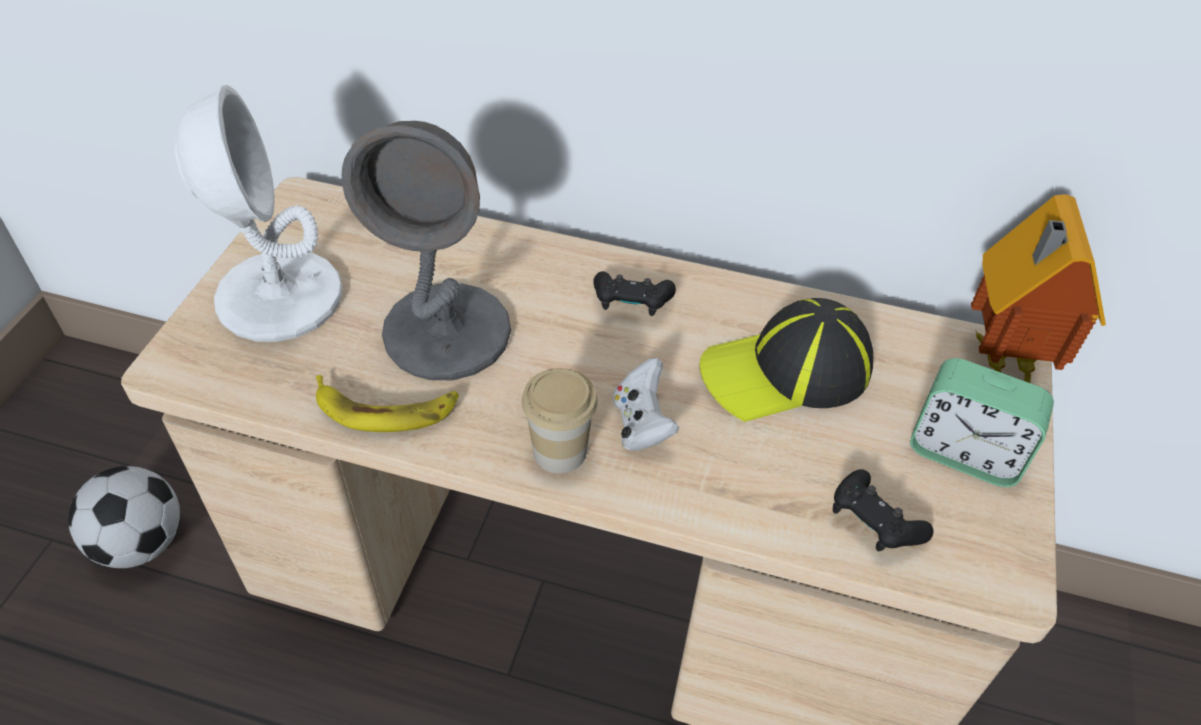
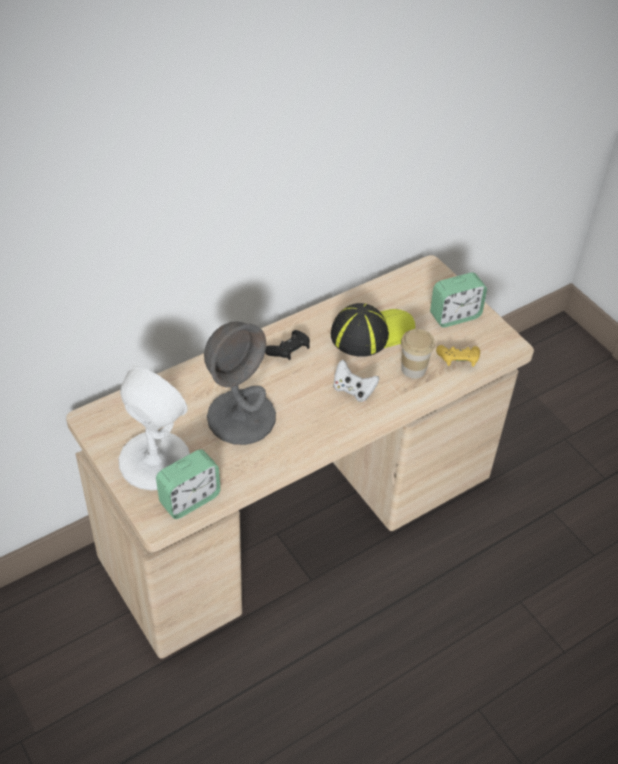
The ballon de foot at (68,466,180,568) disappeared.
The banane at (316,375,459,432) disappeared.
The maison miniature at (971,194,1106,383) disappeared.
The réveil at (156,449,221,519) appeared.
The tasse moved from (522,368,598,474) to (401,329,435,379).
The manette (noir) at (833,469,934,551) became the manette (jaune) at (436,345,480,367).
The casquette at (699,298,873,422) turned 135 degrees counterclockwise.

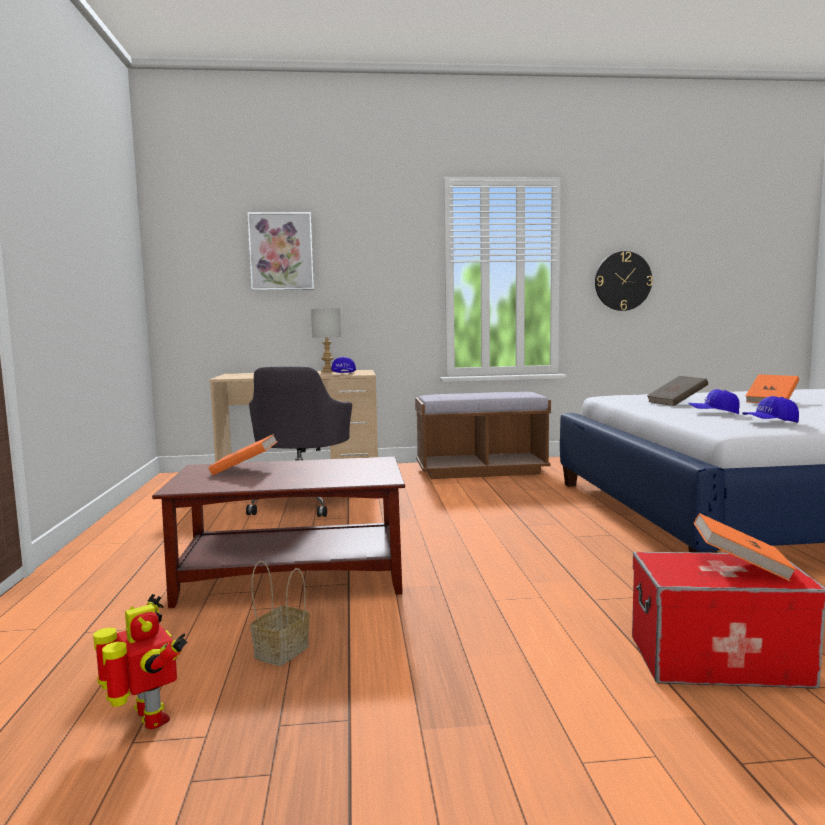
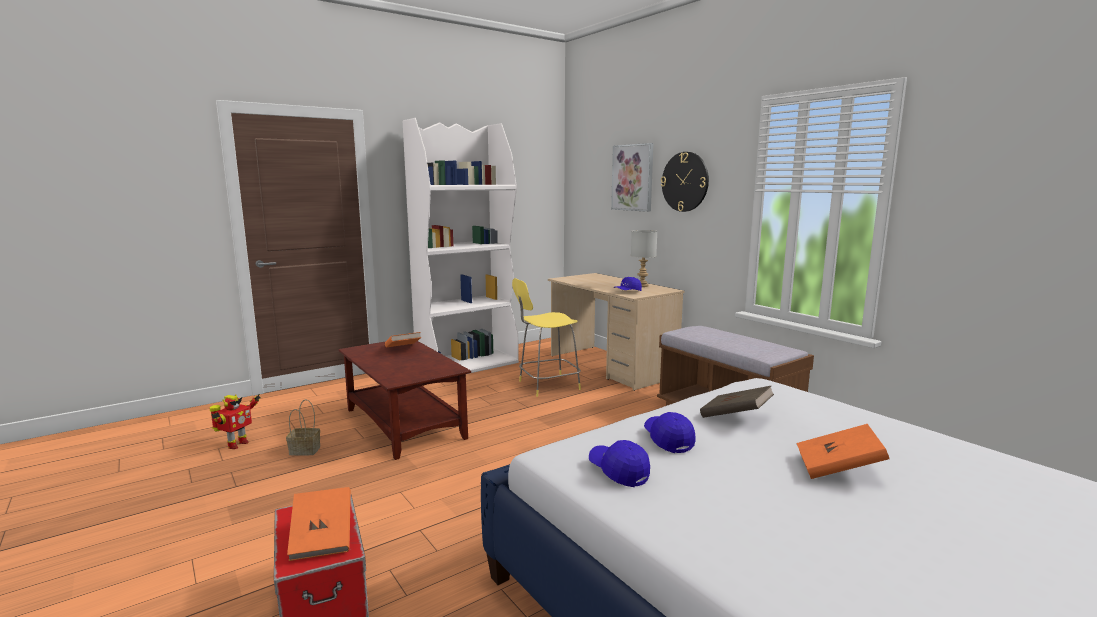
The bibliothèque (blanc) at (403,118,519,373) appeared.
The horloge murale moved from (595,251,653,311) to (661,152,709,212).
The chaise de bureau (gris) at (246,366,352,517) was replaced by the tabouret (jaune) at (512,278,581,397).

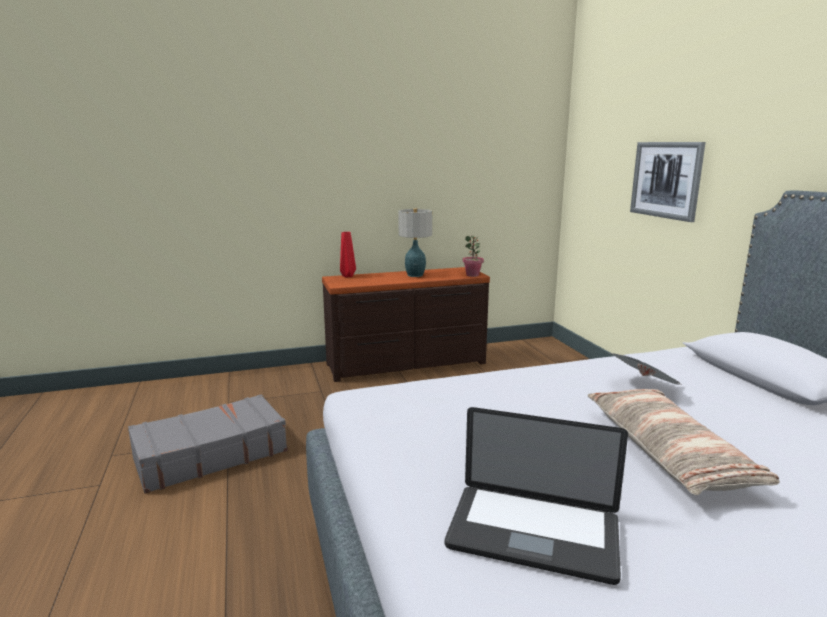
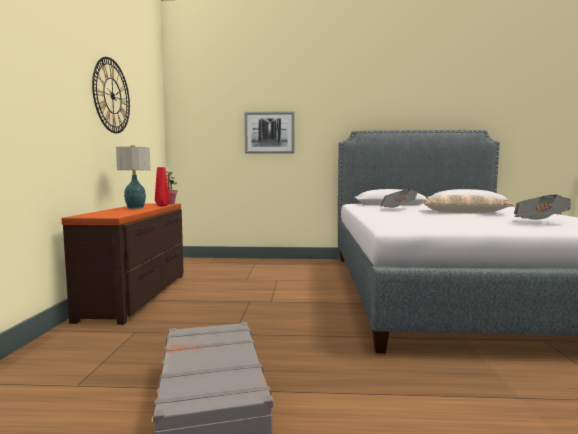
The horloge murale at (92,57,130,133) appeared.
The vase (rouge) moved from (340,232,356,277) to (155,167,170,206).
The ordinateur portable at (445,407,628,585) was replaced by the journal at (514,195,571,220).

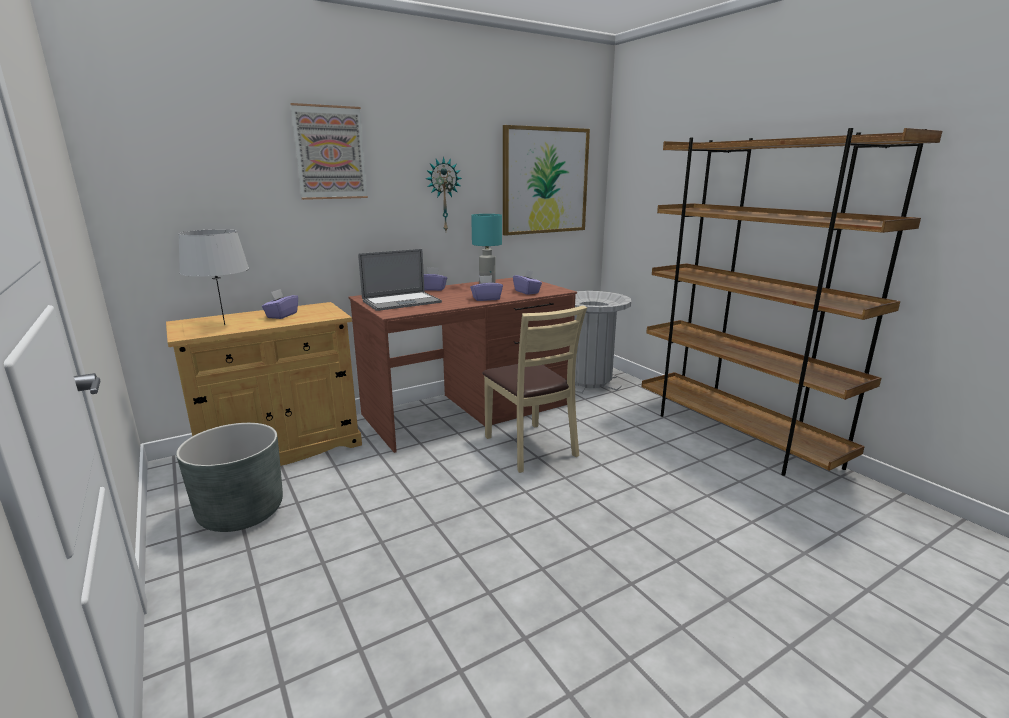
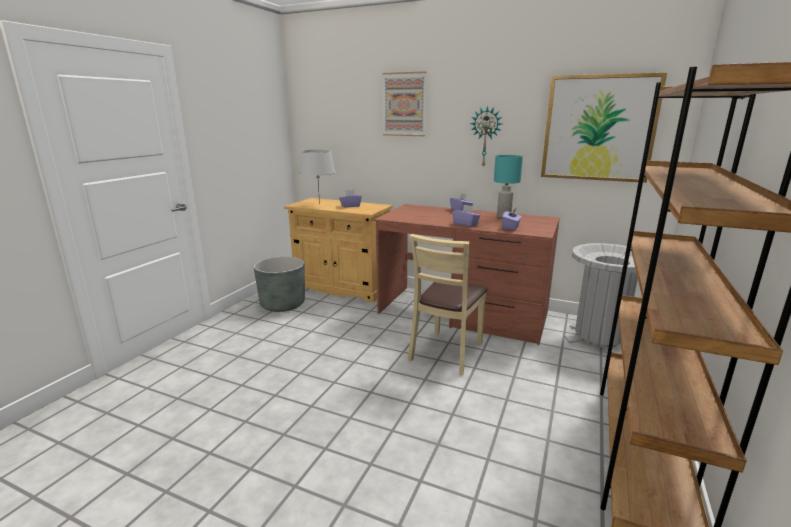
The ordinateur portable at (358,249,442,311) disappeared.

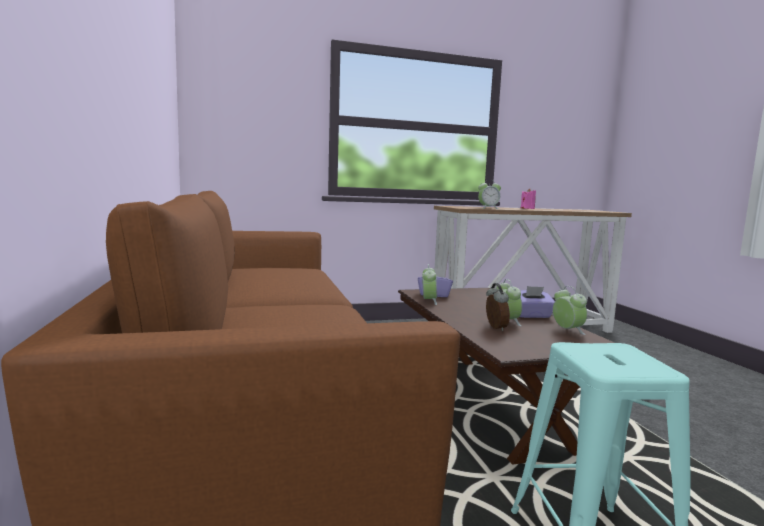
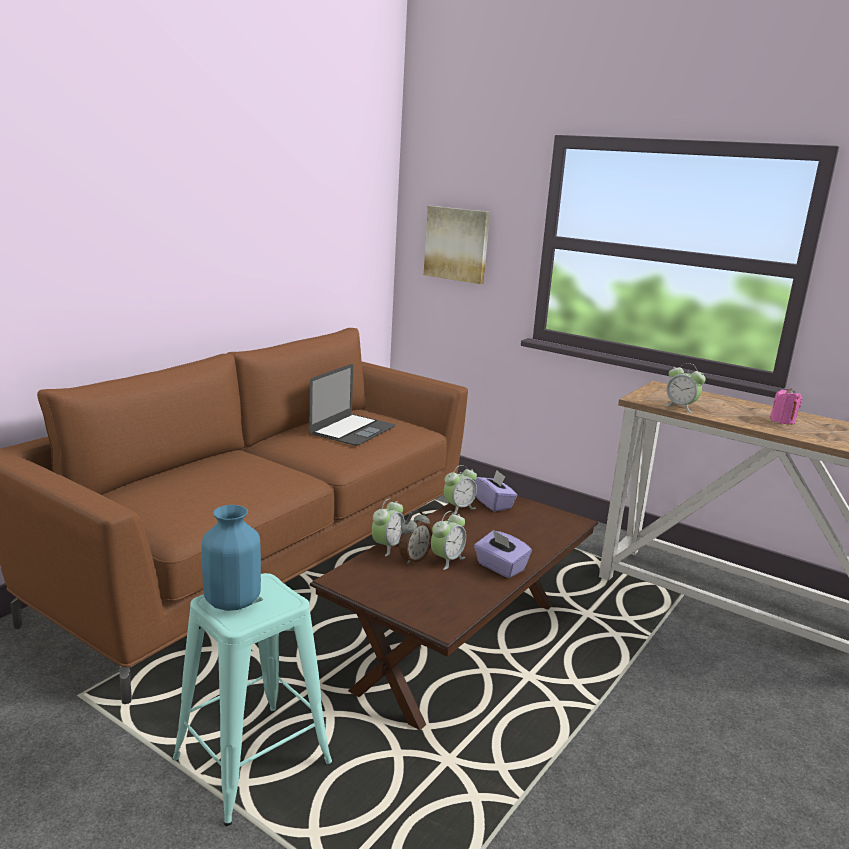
The vase (bleu) at (202,505,261,611) appeared.
The ordinateur portable at (309,364,395,446) appeared.
The tableau at (424,206,490,284) appeared.
The réveil moved from (553,286,587,335) to (372,499,405,556).

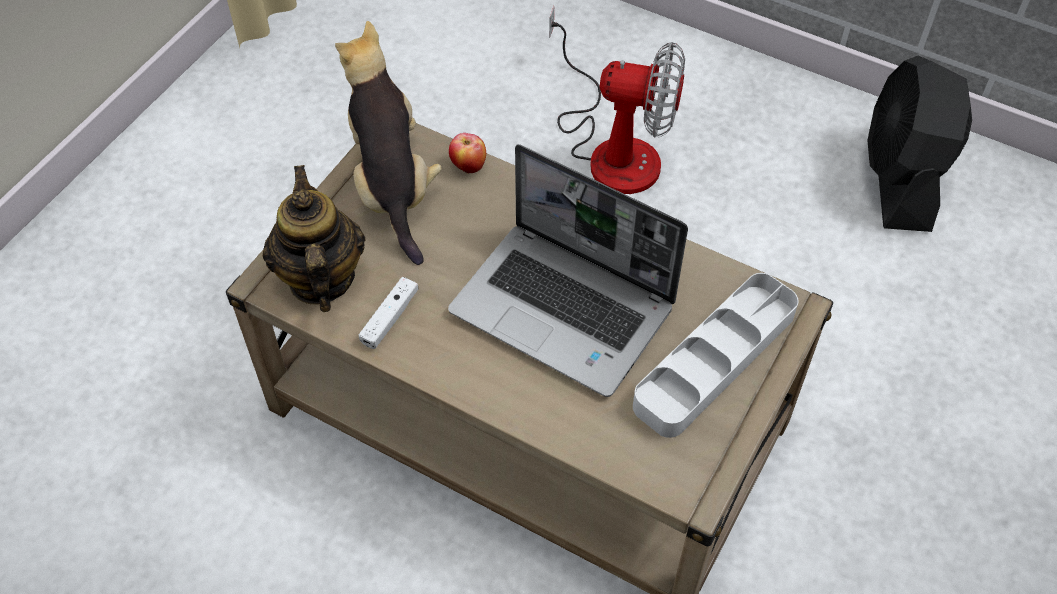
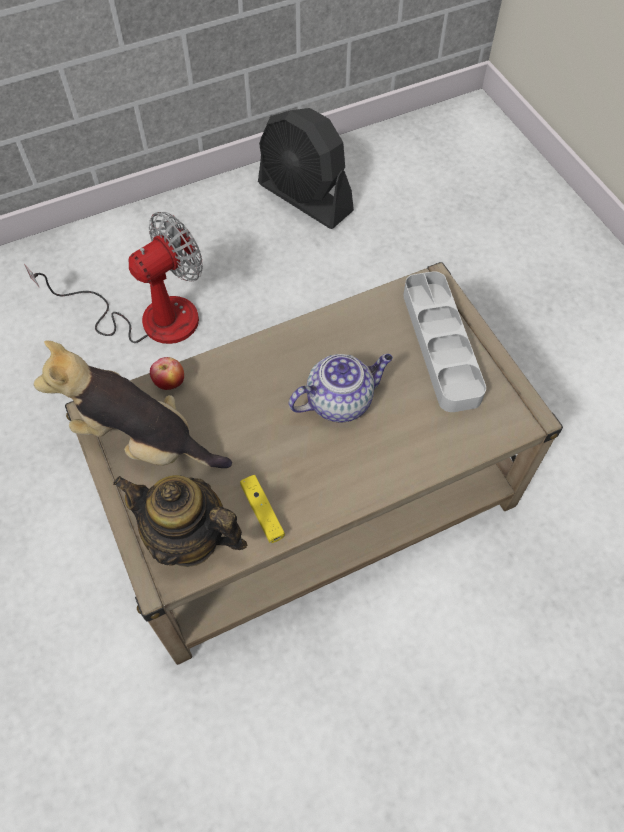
The ordinateur portable at (448,144,688,397) was replaced by the théière at (289,354,393,423).
The manette (blanc) at (359,277,419,349) became the manette (jaune) at (240,475,285,543).

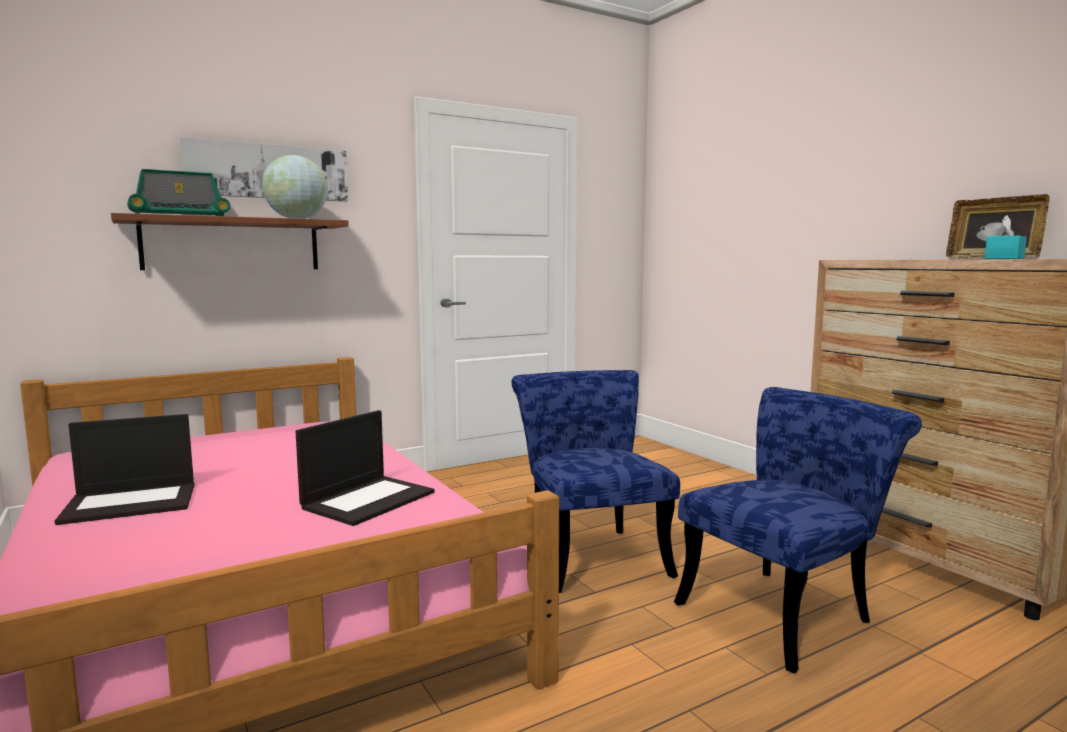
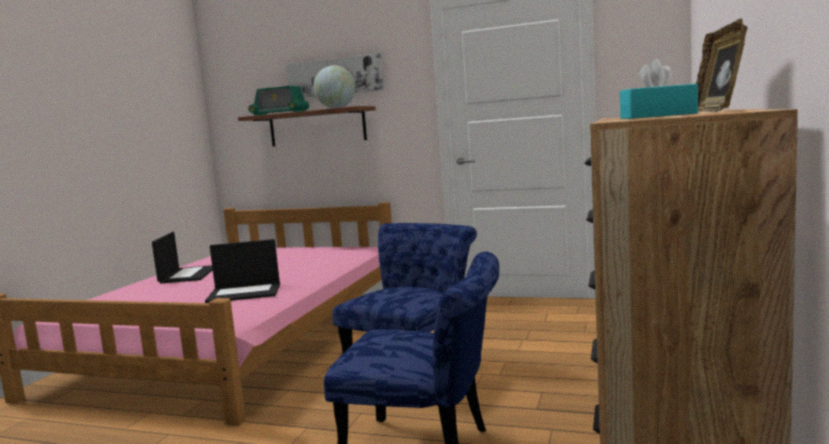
The ordinateur portable at (55,414,195,525) turned 120 degrees counterclockwise.

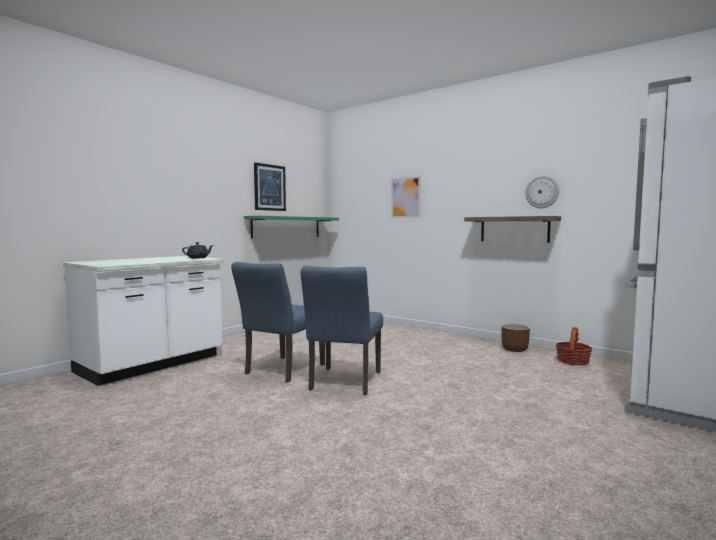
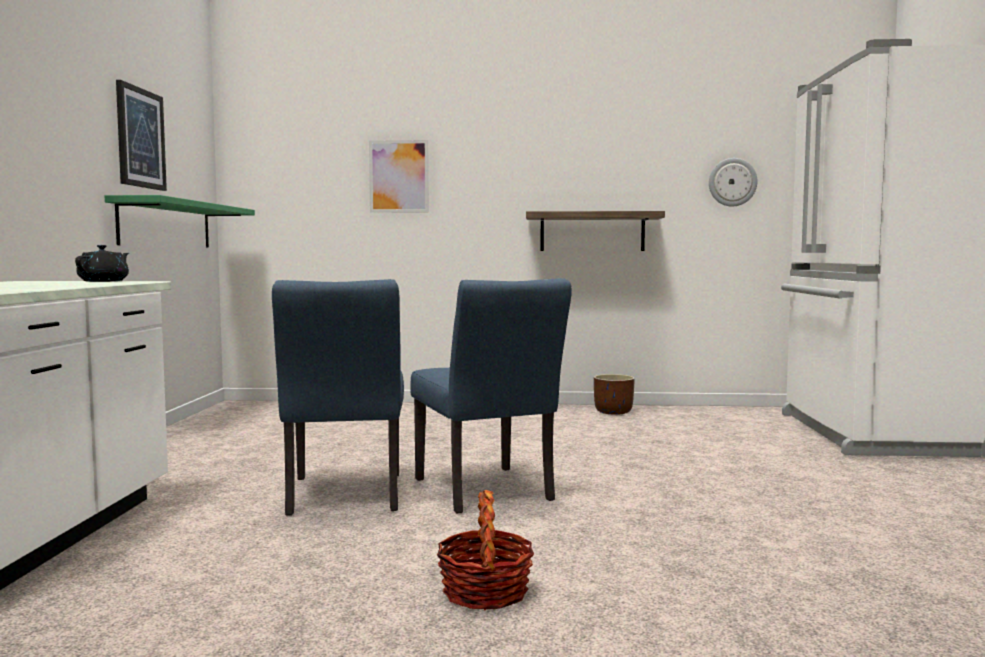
The horloge murale moved from (526,176,559,208) to (709,158,758,207).
The panier moved from (555,327,592,365) to (437,490,534,610).

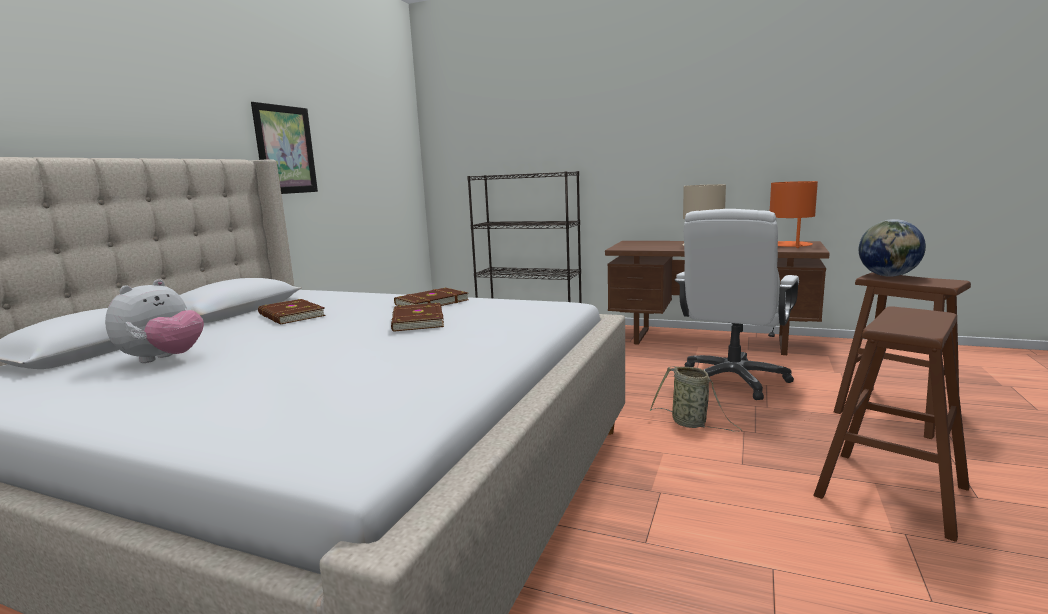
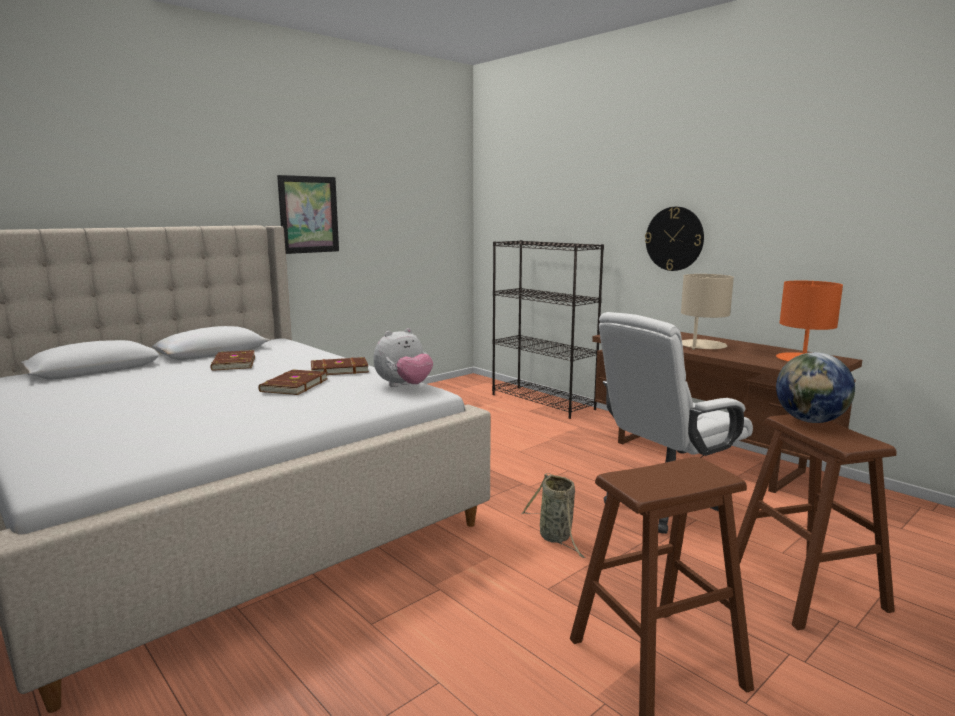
The horloge murale at (645,207,704,271) appeared.
The peluche moved from (105,279,204,363) to (373,328,433,387).

